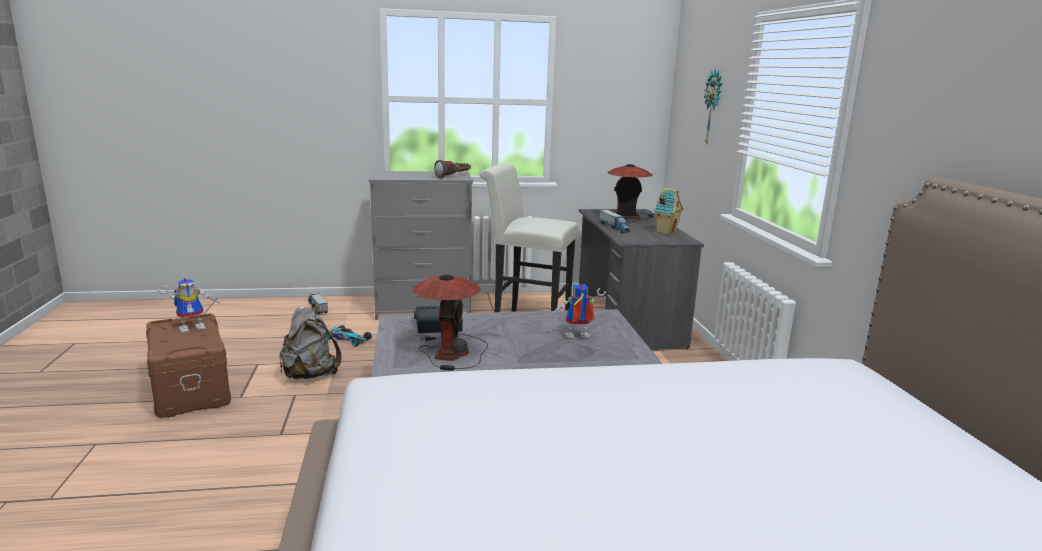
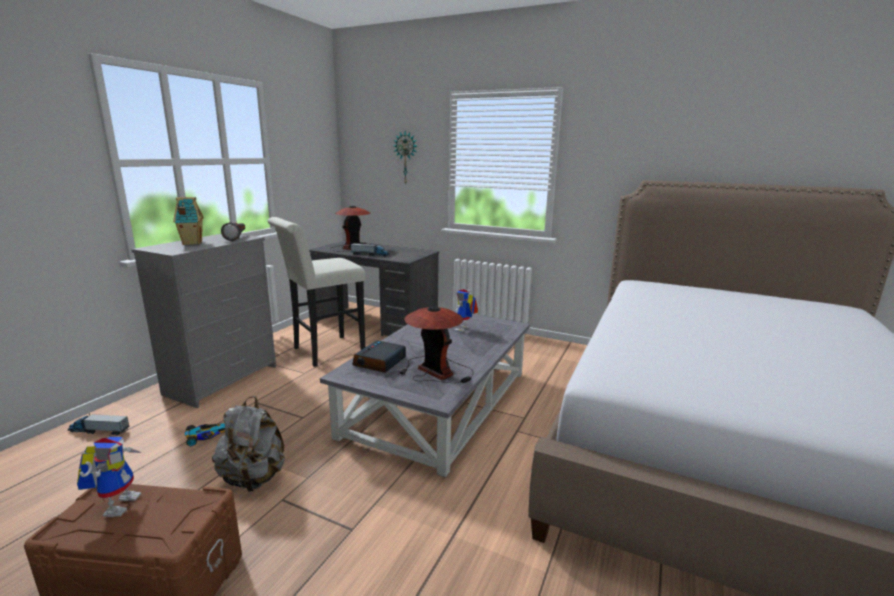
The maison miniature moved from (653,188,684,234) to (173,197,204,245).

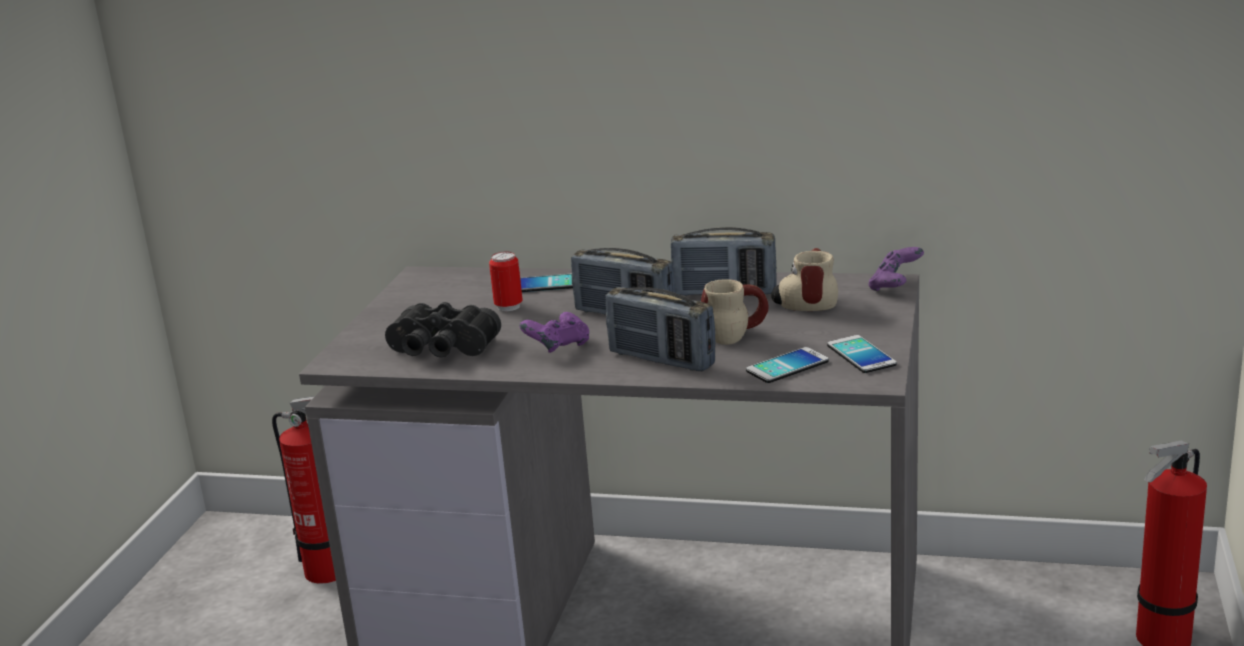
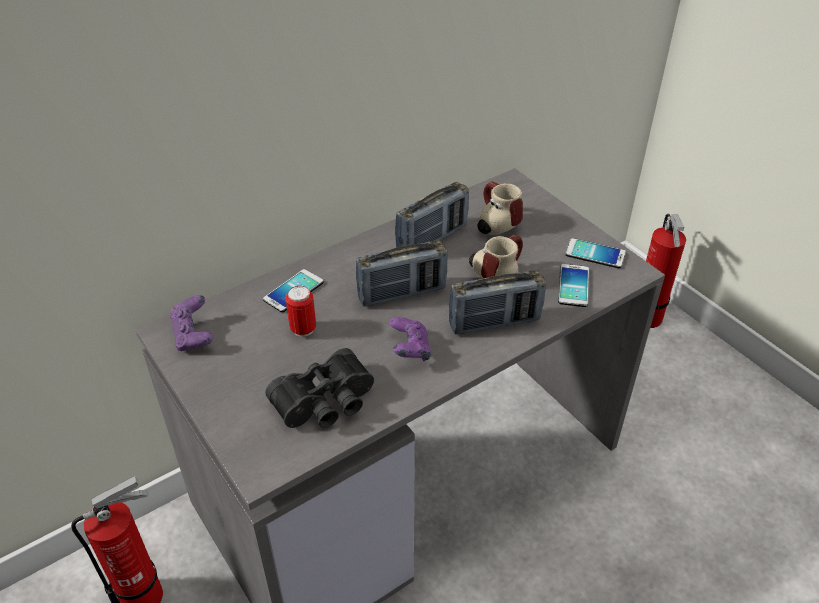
The manette (violet) moved from (868,247,924,291) to (170,295,213,351).

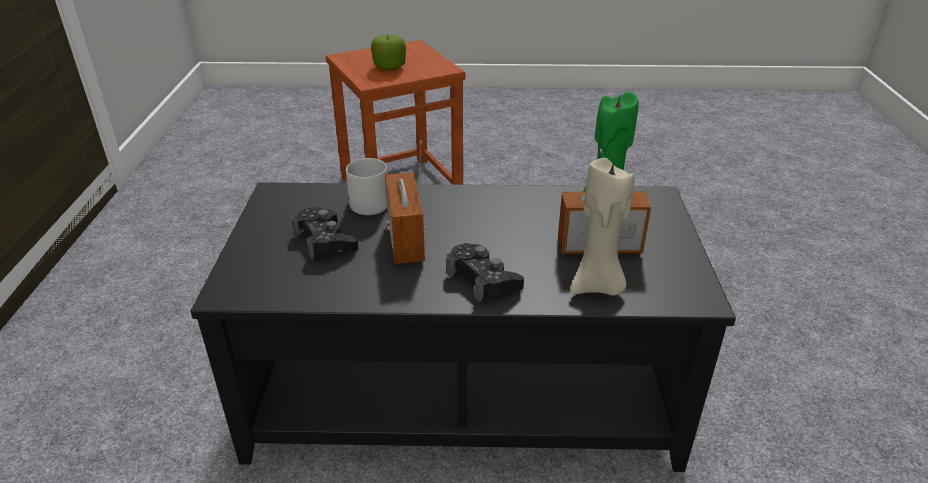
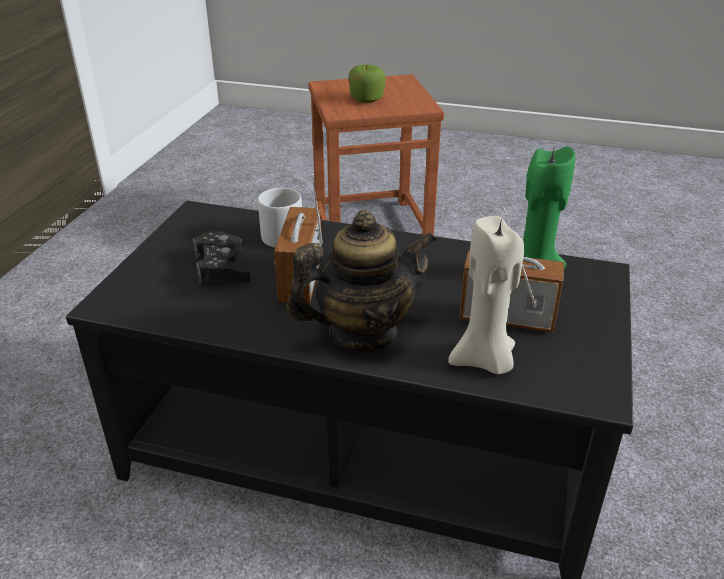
The manette (noir) at (446,243,524,302) was replaced by the théière at (286,210,437,352).

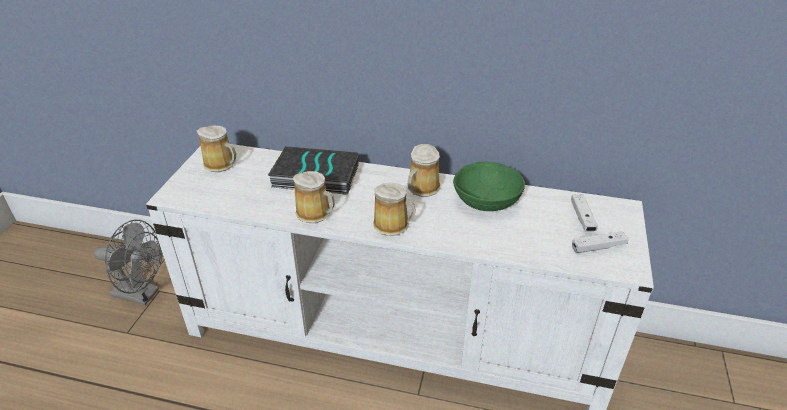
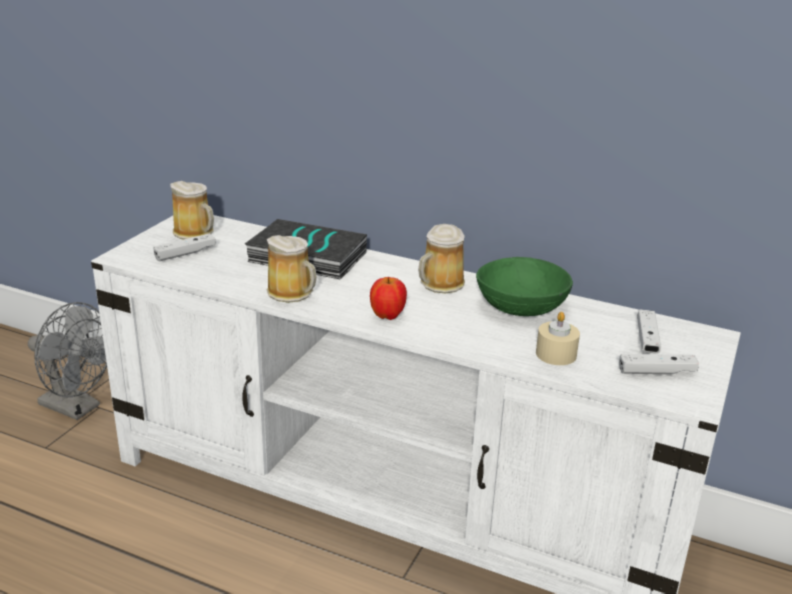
The manette (blanc) at (153,234,216,261) appeared.
The bougie (beige) at (536,312,580,365) appeared.
The mug at (373,182,415,236) was replaced by the pomme at (370,277,407,320).

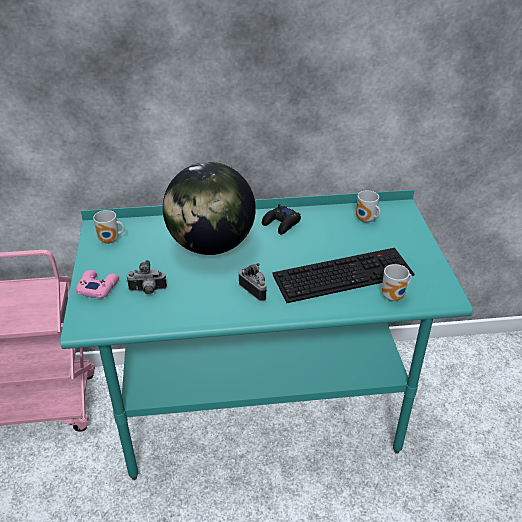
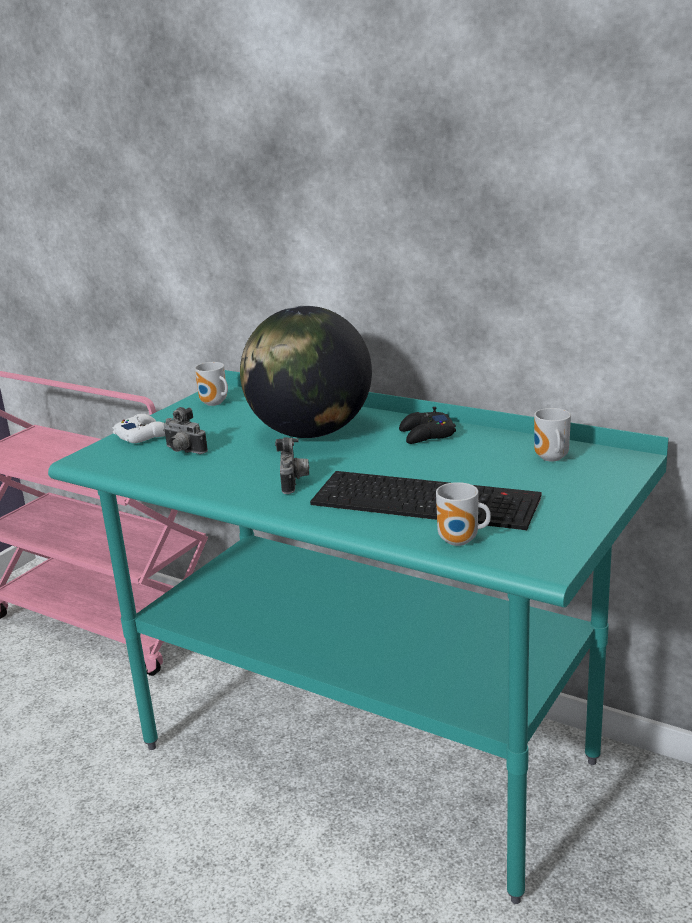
The manette (rose) at (76,270,119,298) became the manette (blanc) at (112,414,165,443).

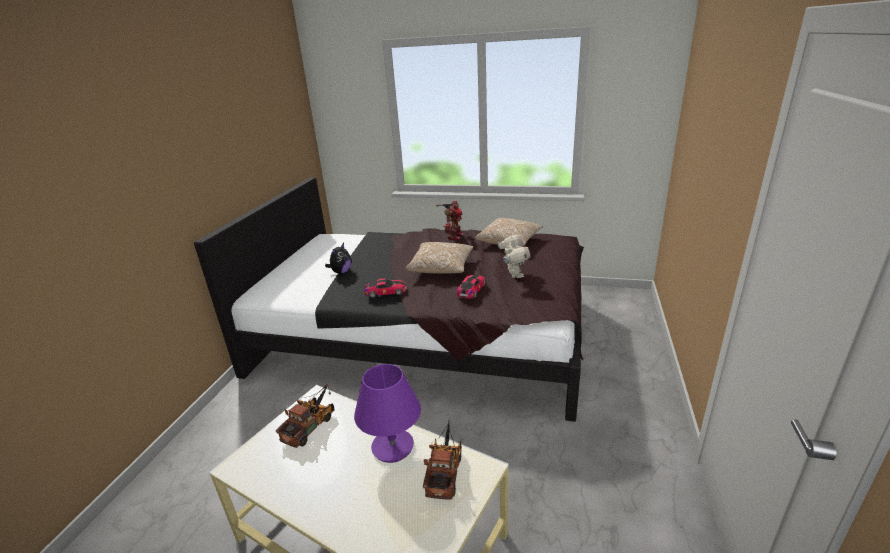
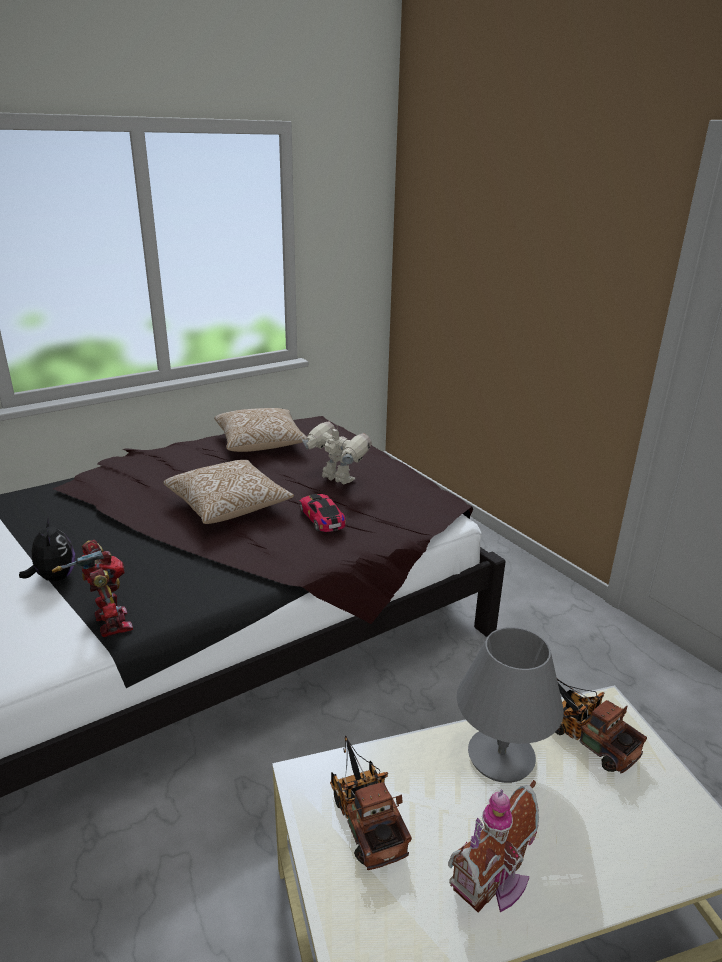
The petite voiture at (364,279,407,298) disappeared.
The maison miniature at (448,780,539,913) appeared.
The robot jouet moved from (436,201,464,240) to (52,540,133,637).
The lampe de table (violet) at (354,364,421,463) became the lampe de table (gris) at (457,627,564,783).

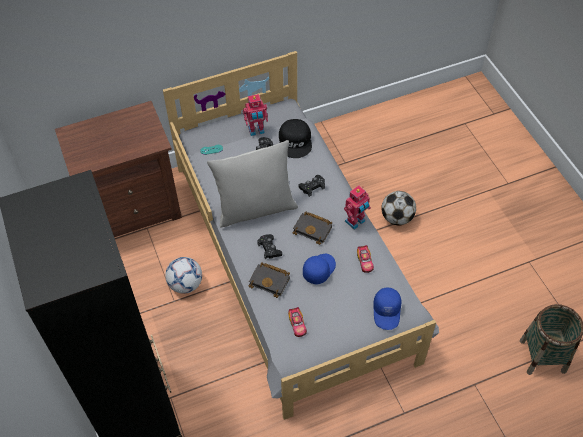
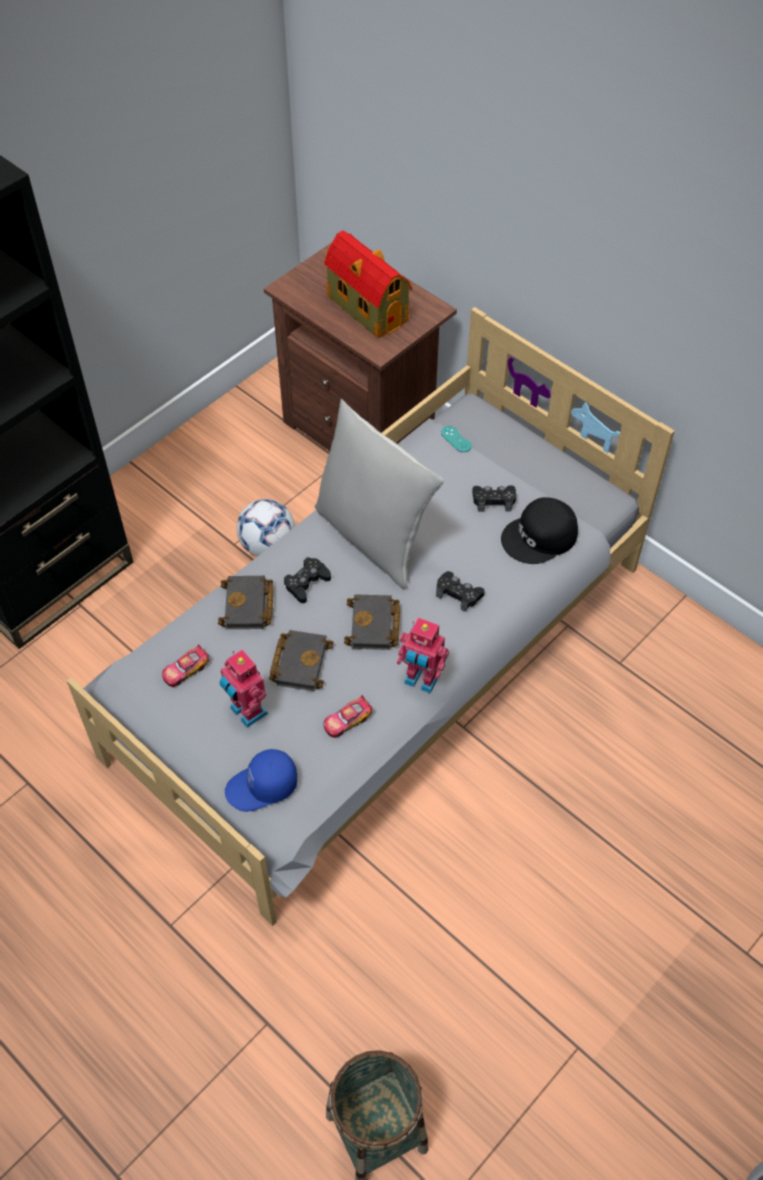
The ballon de foot at (381,191,416,226) disappeared.
The maison miniature at (324,230,412,338) appeared.
The robot jouet moved from (243,94,268,136) to (220,649,268,728).
The casquette (bleu) at (303,254,336,285) was replaced by the livre (noir) at (269,630,333,691).

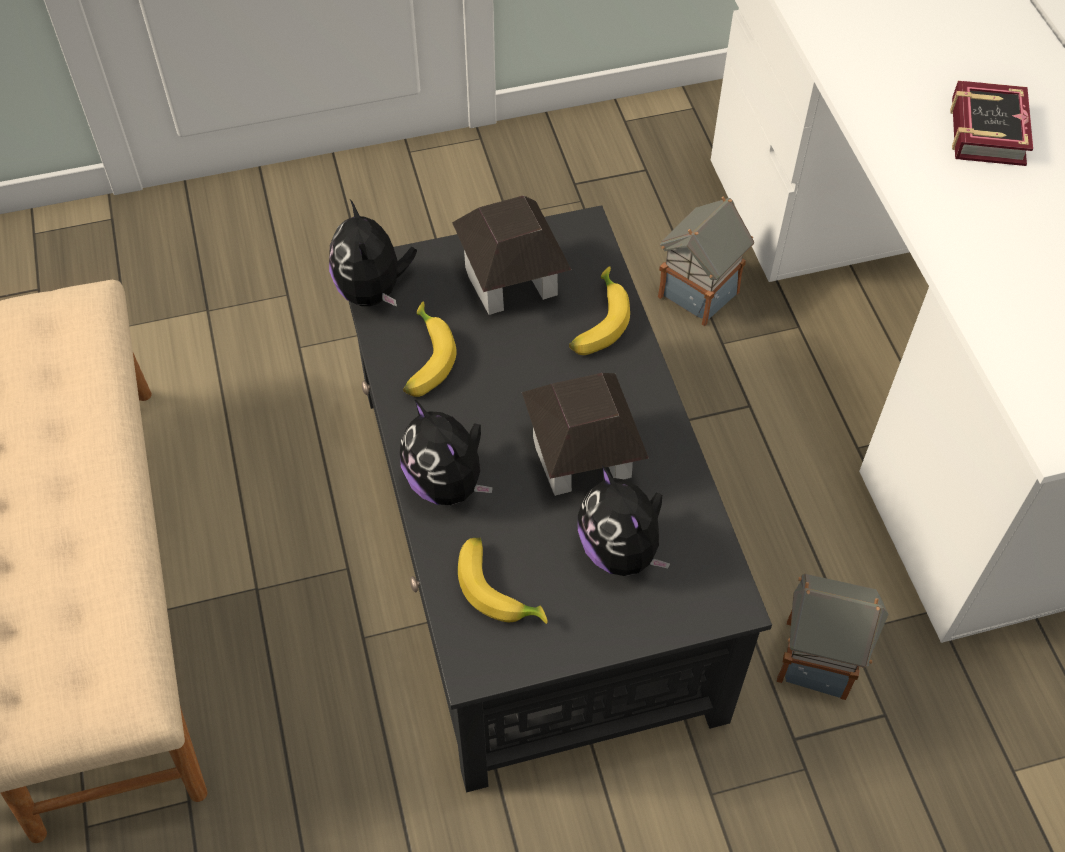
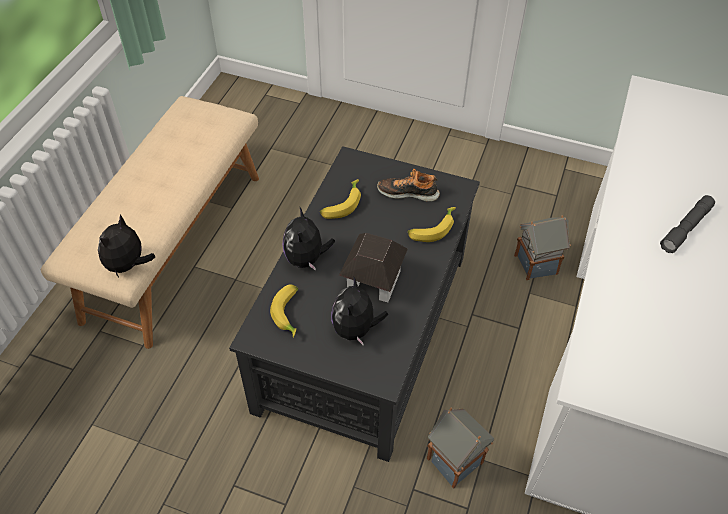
The peluche moved from (329,200,417,307) to (98,214,155,277).
The maison miniature at (452,195,572,315) was replaced by the chaussure at (377,169,440,201).
The livre at (950,81,1033,166) was replaced by the lampe de poche (gris) at (660,195,715,253).

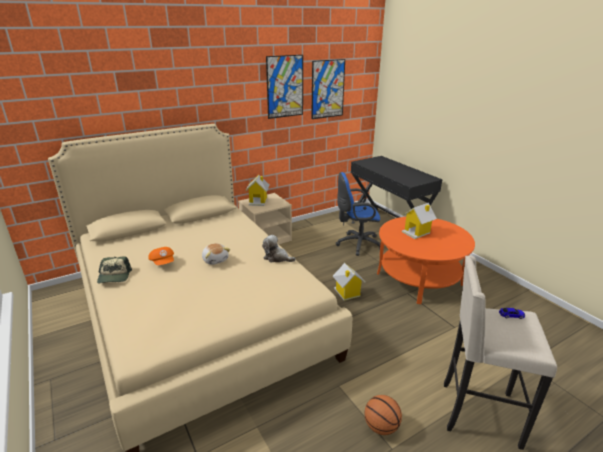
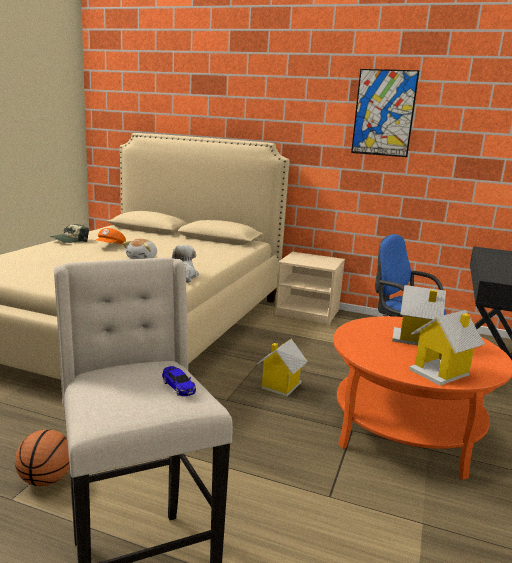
The tableau at (311,59,345,119) disappeared.
The maison miniature moved from (245,175,270,206) to (409,310,485,386).

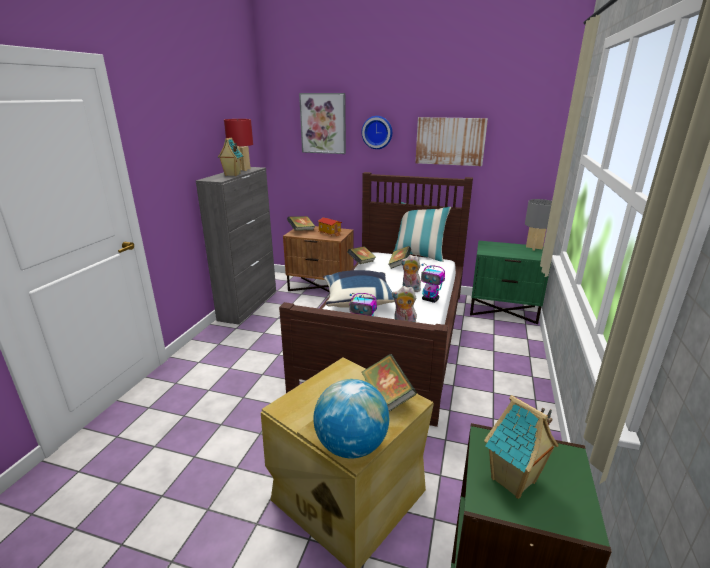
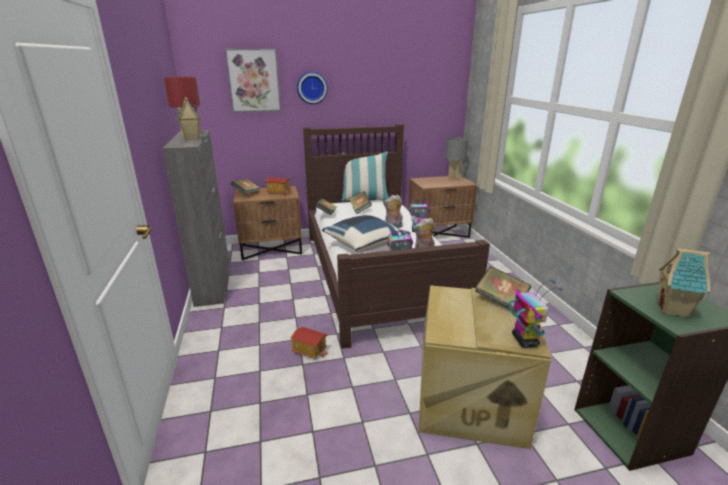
The tableau at (415,117,488,166) disappeared.
The maison miniature at (290,327,328,359) appeared.
The globe at (313,379,389,458) was replaced by the robot jouet at (507,280,563,348).
The table de chevet (vert) at (470,241,551,324) became the table de chevet (marron) at (408,176,477,238).

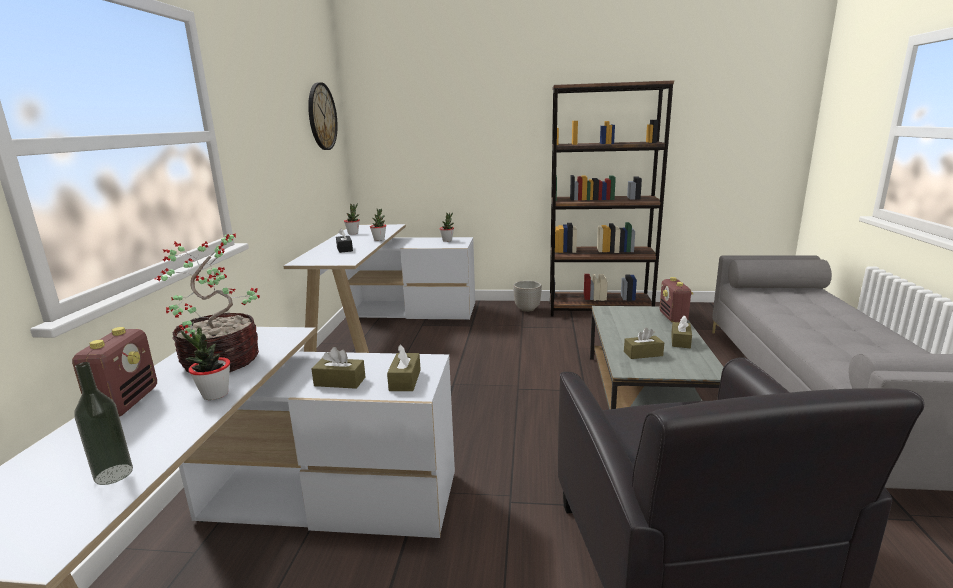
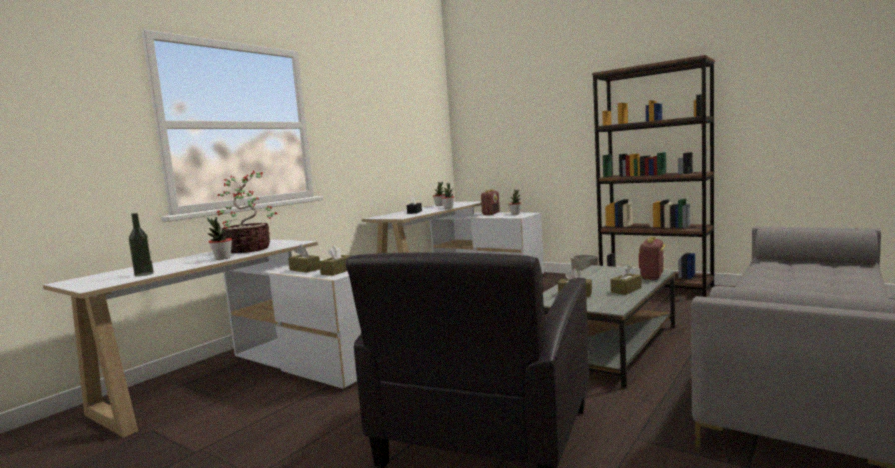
The horloge murale at (308,82,338,150) disappeared.
The radio moved from (72,327,157,417) to (481,189,500,215).

